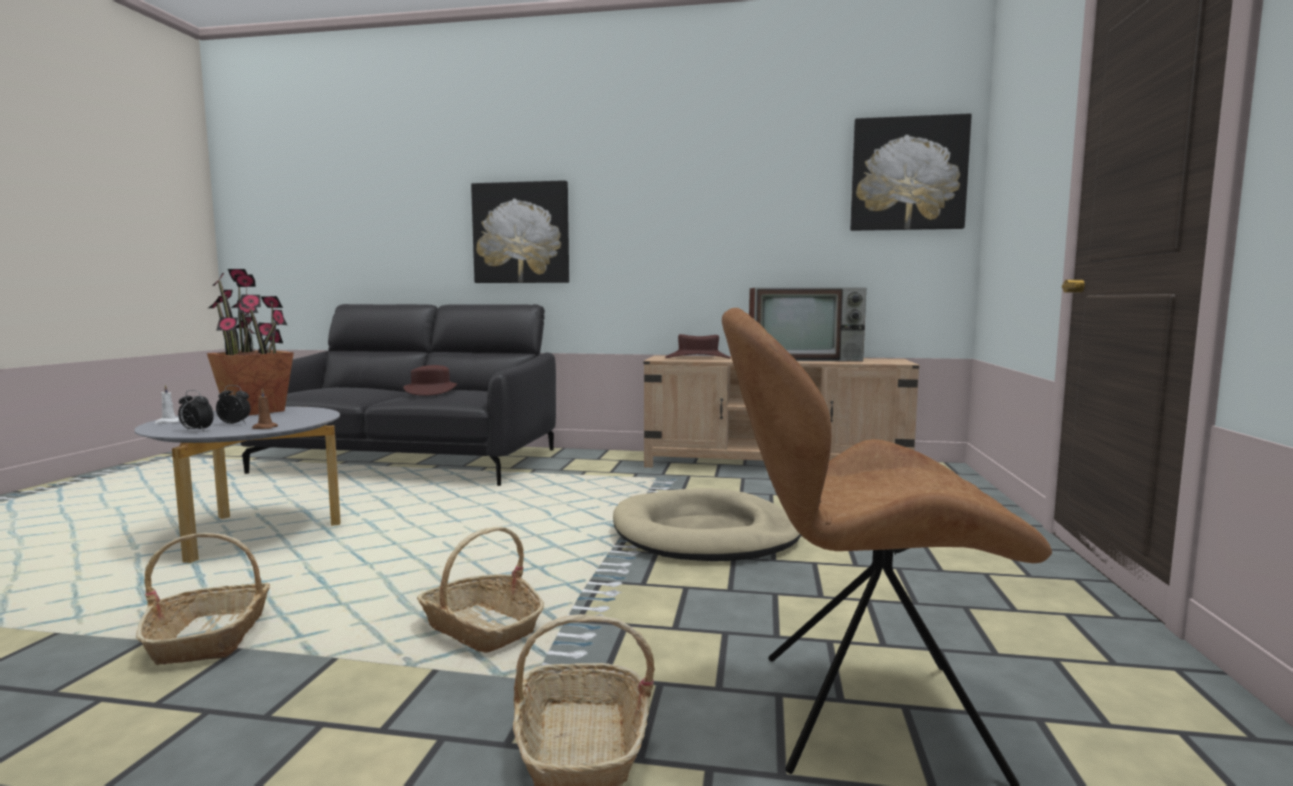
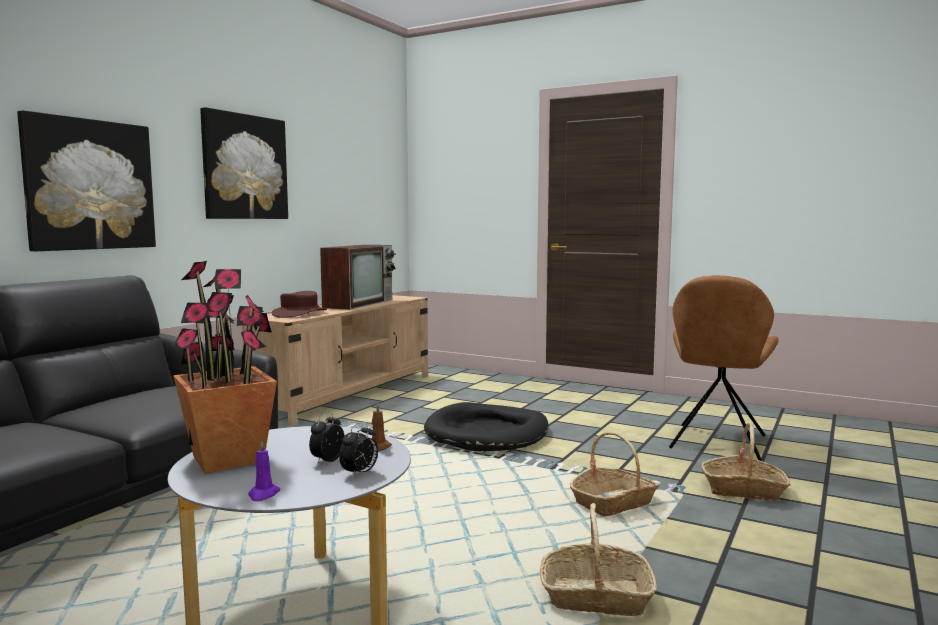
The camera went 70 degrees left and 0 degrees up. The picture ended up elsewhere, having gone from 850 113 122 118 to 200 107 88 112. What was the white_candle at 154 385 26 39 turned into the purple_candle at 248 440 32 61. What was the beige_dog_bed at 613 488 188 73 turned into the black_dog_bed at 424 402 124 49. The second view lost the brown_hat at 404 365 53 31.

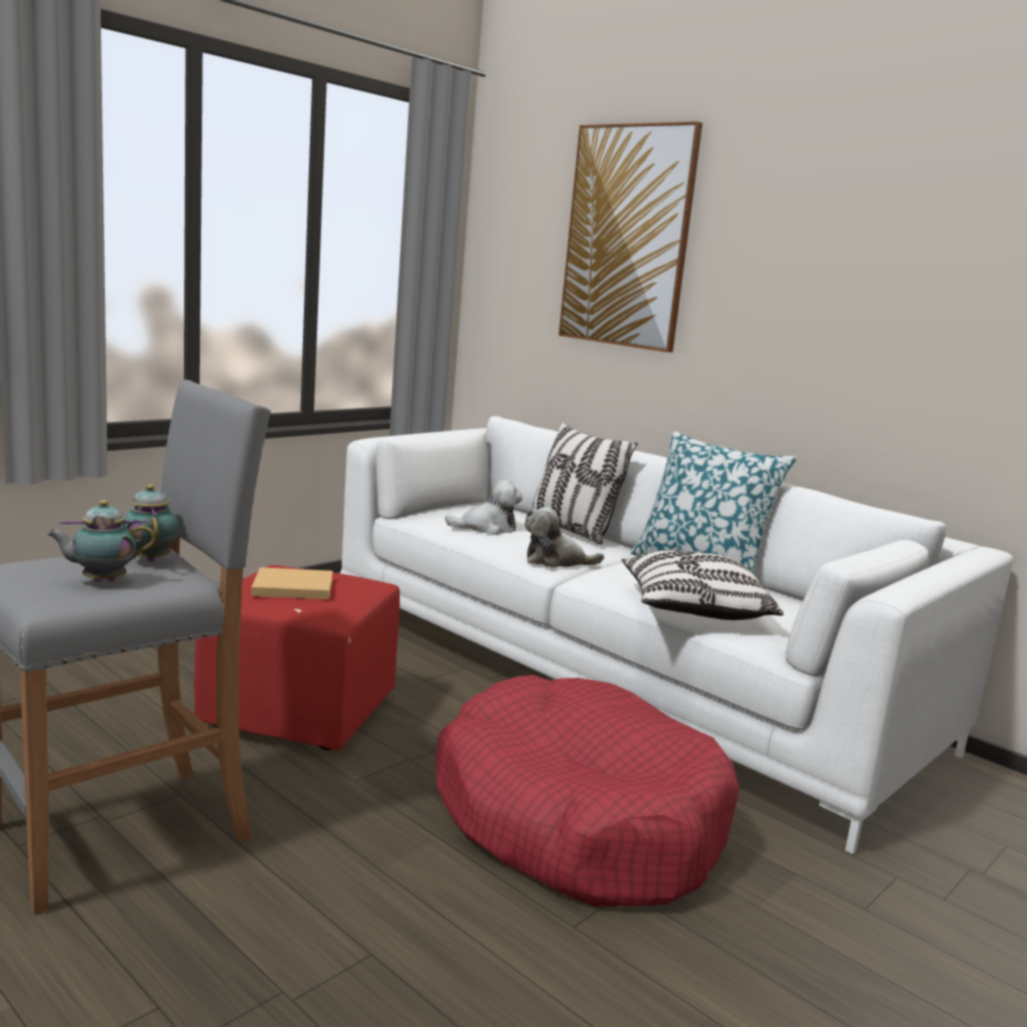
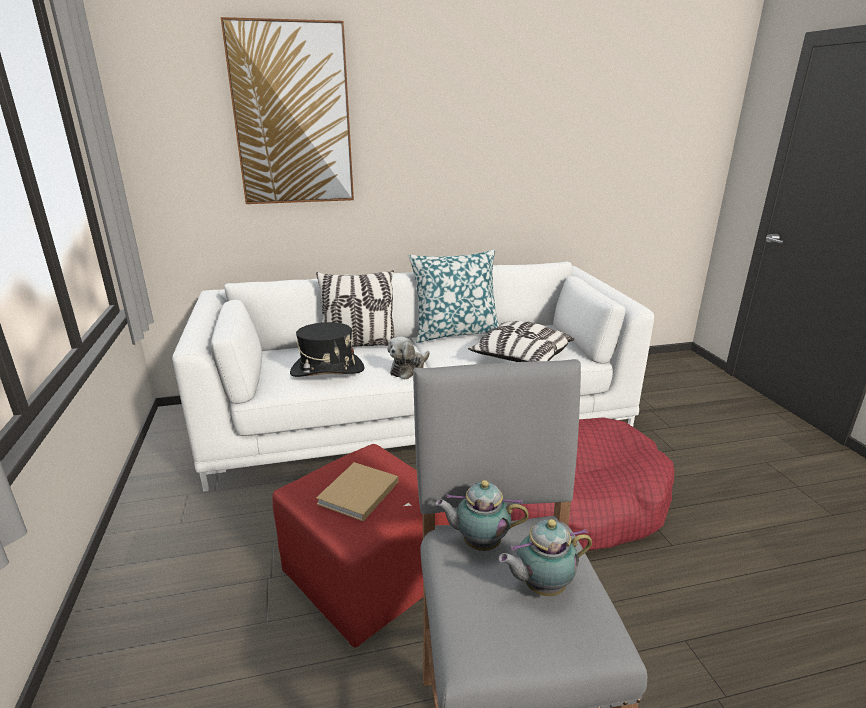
The camera went 55 degrees left and 10 degrees up. Where the plush_toy stood at 445 479 78 56, the black_hat came to stand at 290 322 75 55. The teapot at 46 500 109 82 ended up facing another way, 60 degrees clockwise from before.

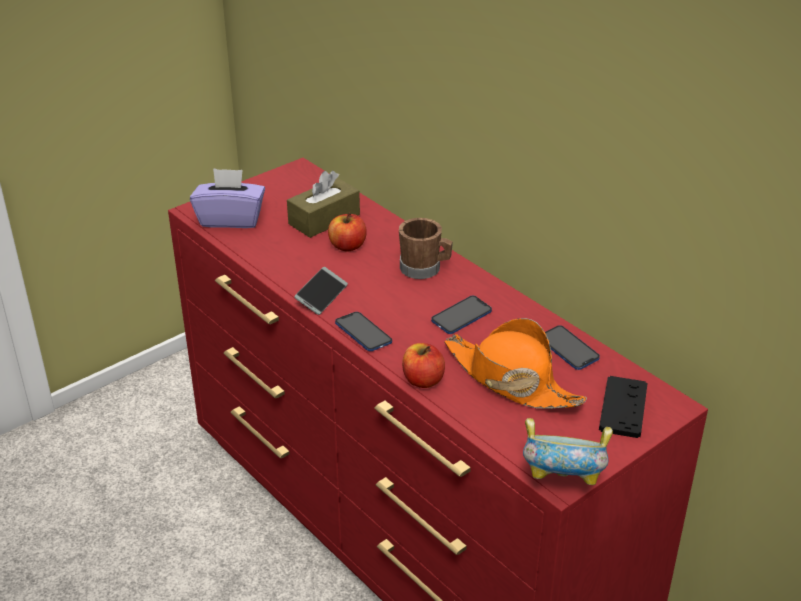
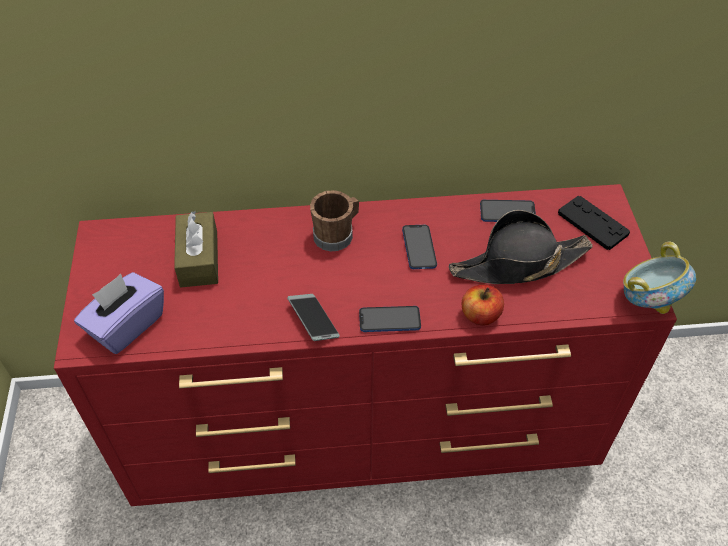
The camera went 55 degrees left and 15 degrees up. What was the orange_hat at 444 318 143 91 turned into the black_hat at 449 210 144 74. The second view lost the apple at 328 213 39 39.

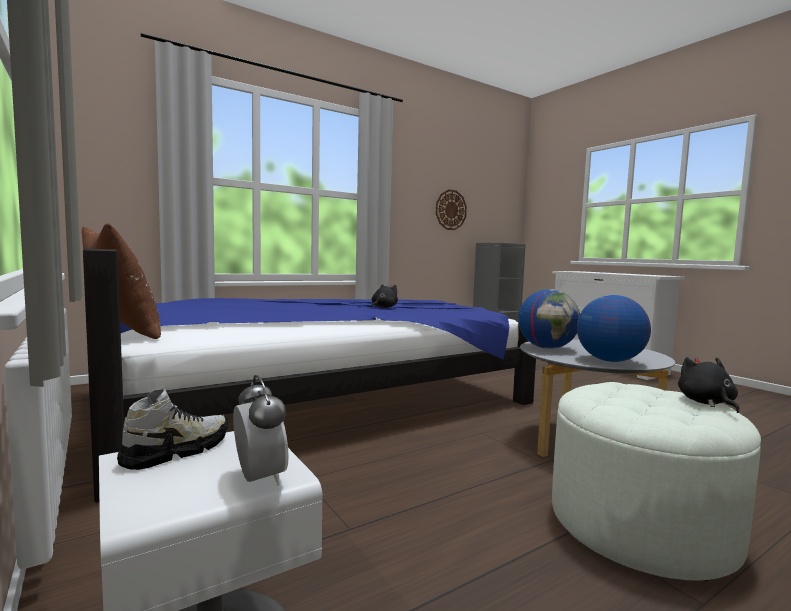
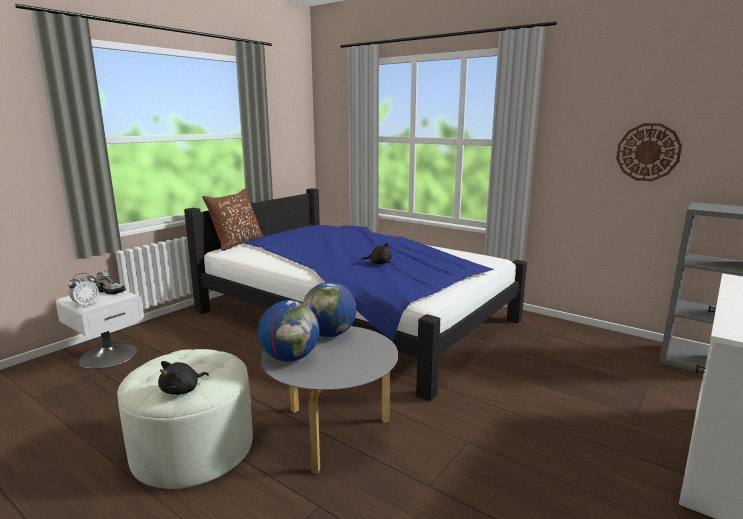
The camera went 70 degrees right and 10 degrees up. The black_plush_toy at 678 357 61 56 ended up facing another way, 150 degrees clockwise from before.

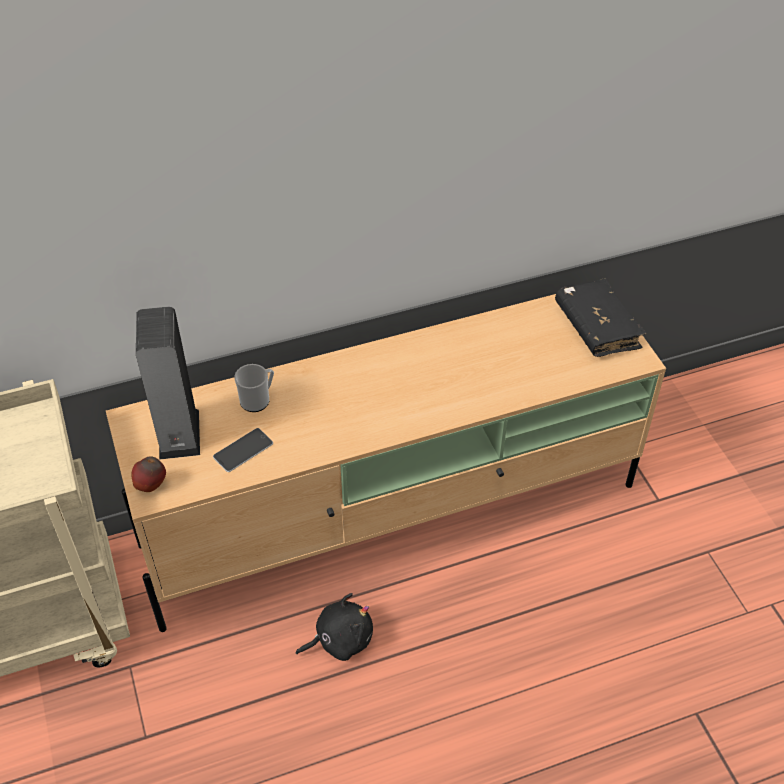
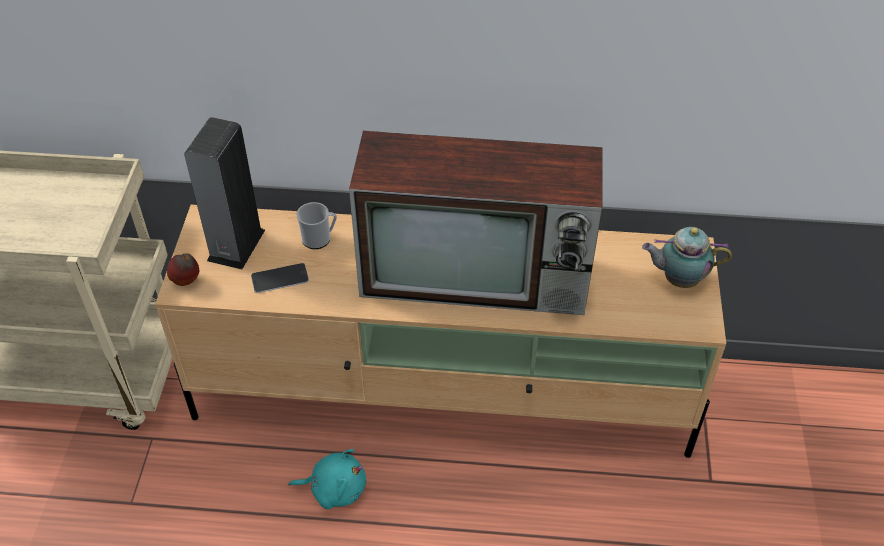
The camera went 25 degrees right and 0 degrees up. What was the black_plush_toy at 296 593 77 68 turned into the turquoise_plush_toy at 288 449 78 60. The second view gained the television at 349 131 254 184. Where the black_book stood at 555 279 91 78, the teapot came to stand at 642 227 90 61.

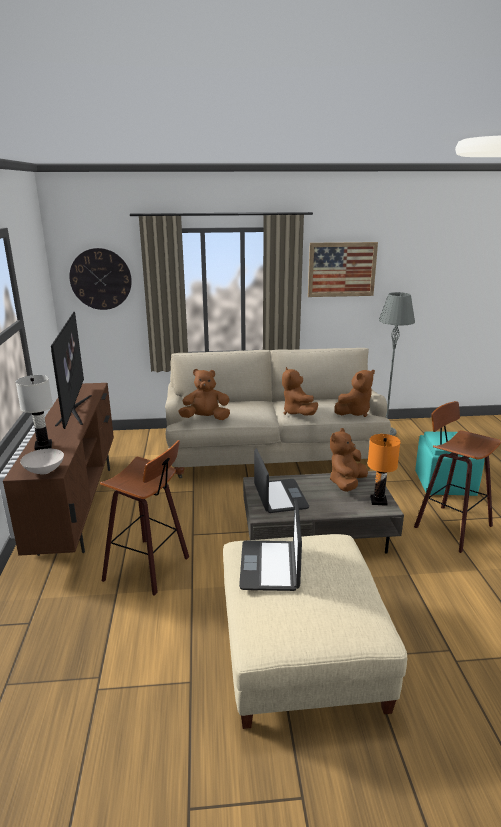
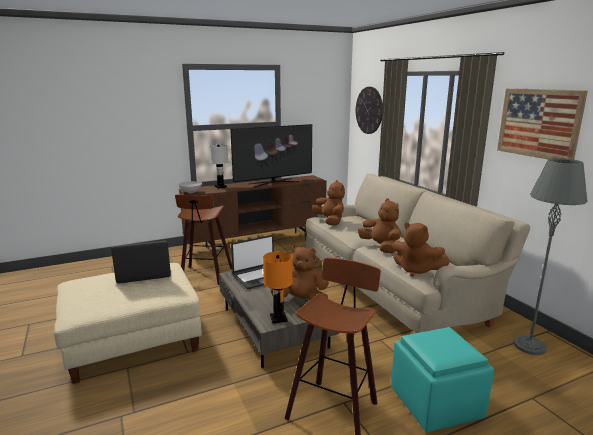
The camera went 70 degrees right and 5 degrees down. The brown_plush_toy at 282 367 36 49 ended up facing another way, 90 degrees clockwise from before.

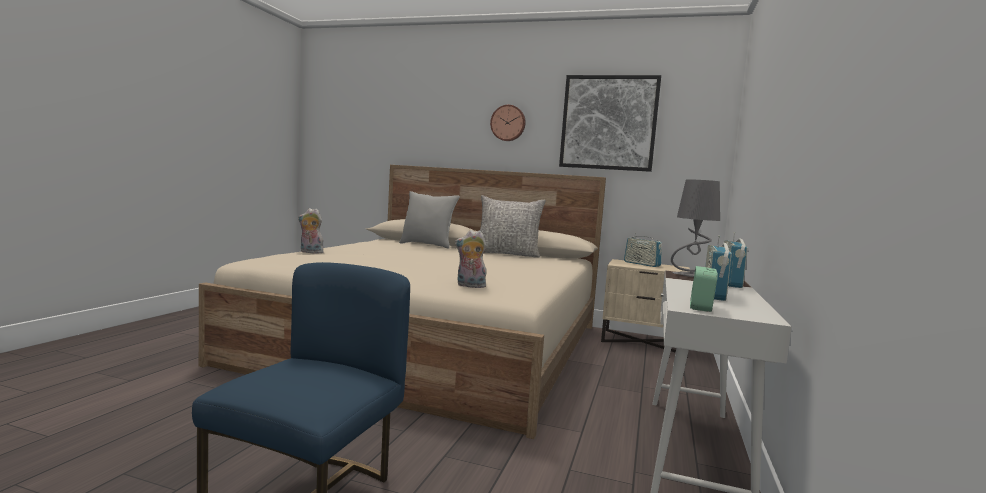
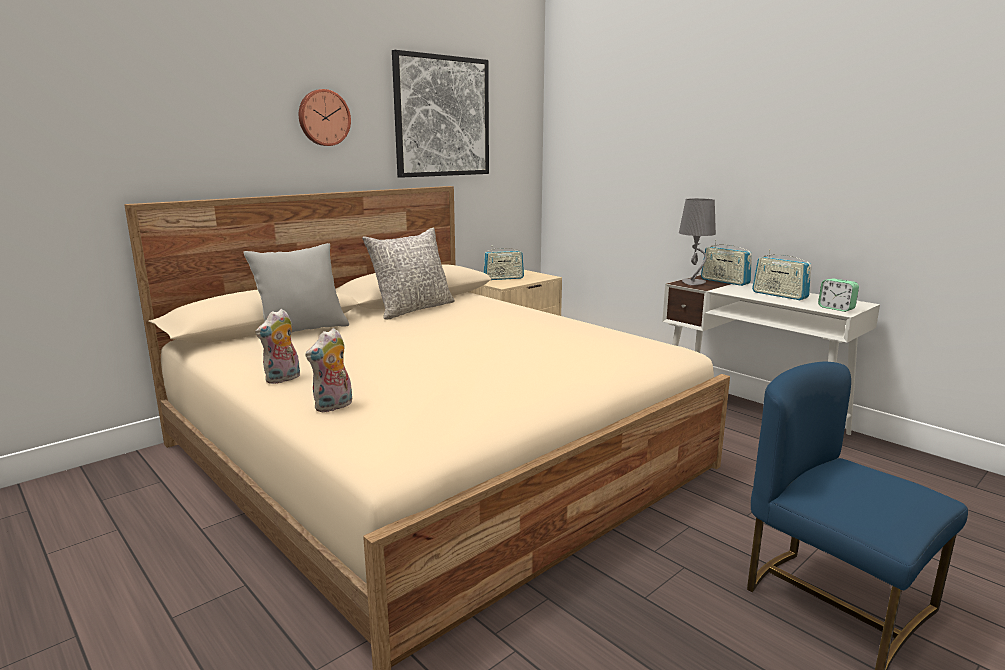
The camera went 60 degrees left and 10 degrees up. The plush_toy ended up elsewhere, having gone from 455 230 33 58 to 255 309 45 75.

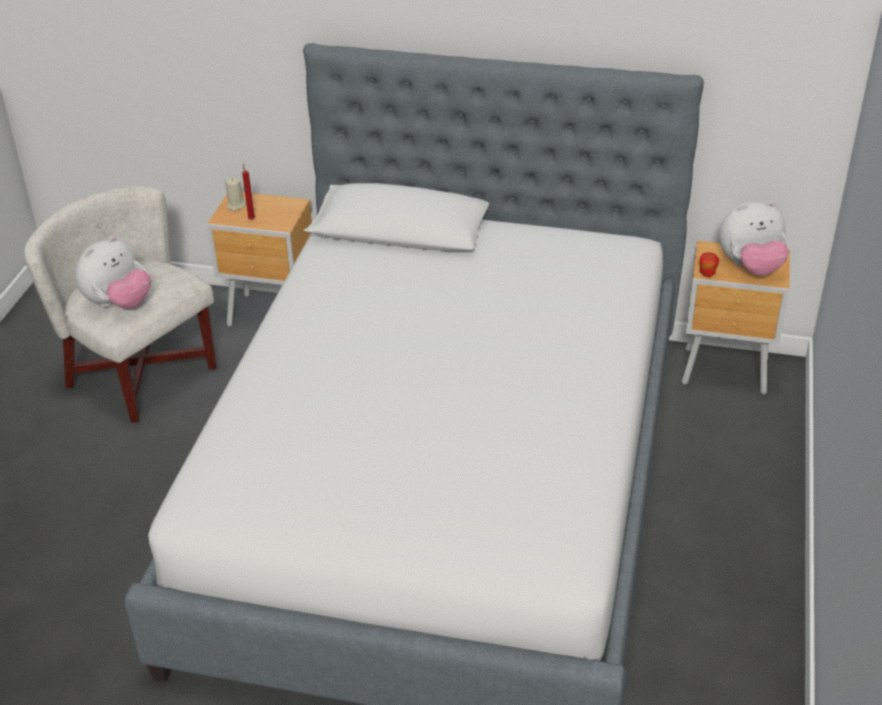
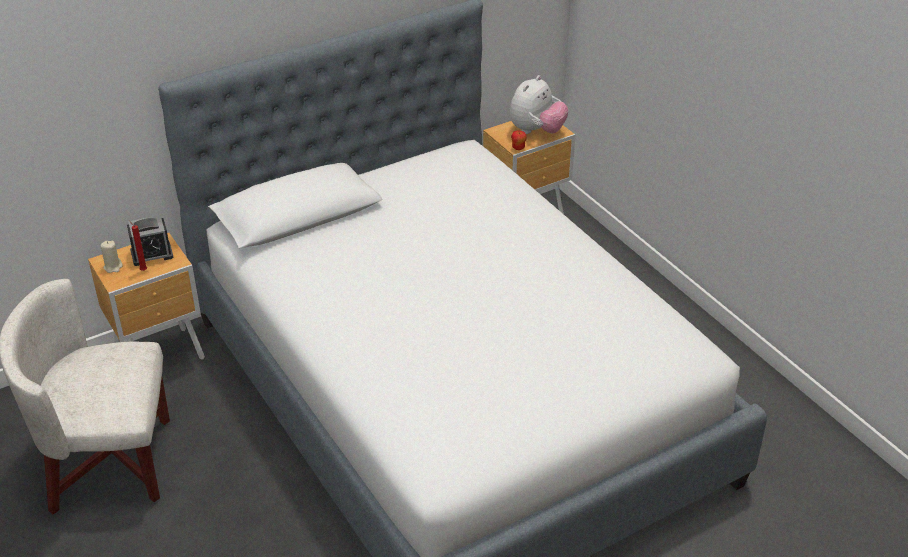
The camera went 45 degrees left and 0 degrees up. The second view gained the alarm_clock at 127 215 46 51. The second view lost the plush_toy at 75 236 76 73.

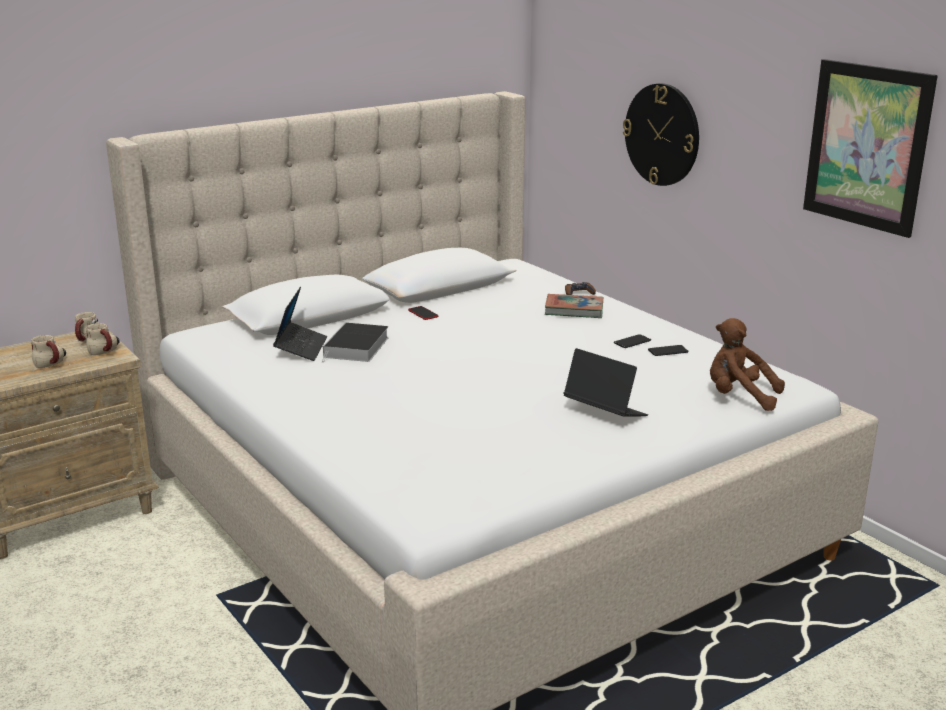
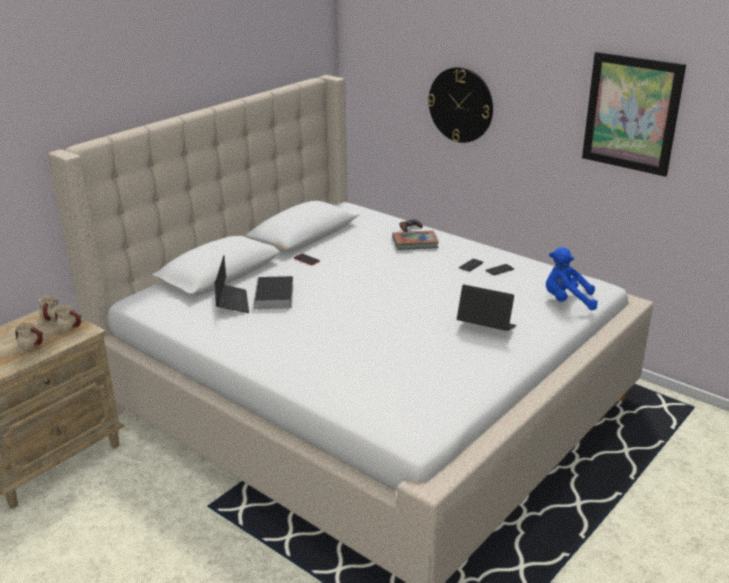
The camera went 15 degrees left and 5 degrees up. What was the brown_plush_toy at 710 318 75 93 turned into the blue_plush_toy at 546 247 52 63.

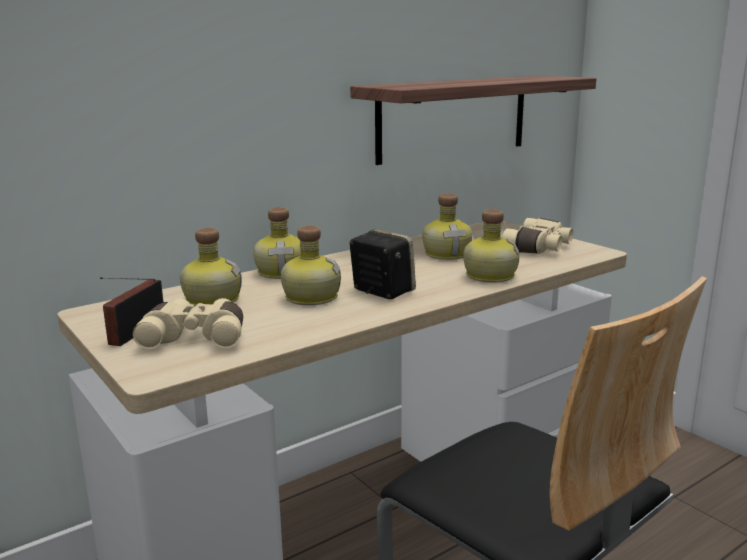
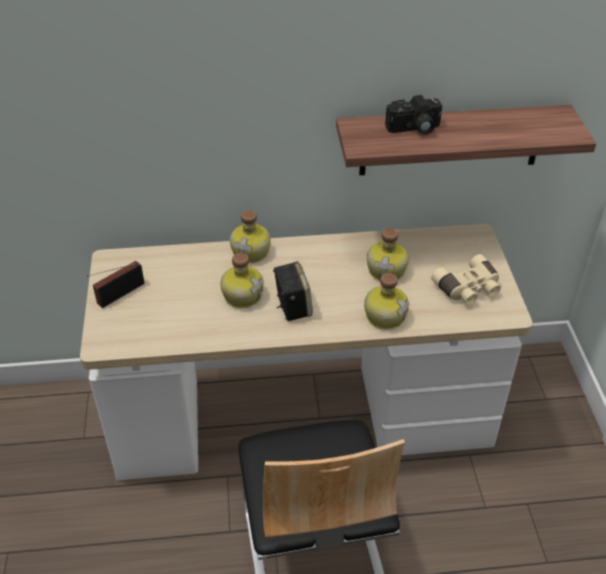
The camera went 30 degrees right and 25 degrees up. The second view gained the photo_camera at 385 95 57 40. The second view lost the beige_binoculars at 133 298 110 51. The second view lost the bottle at 180 228 62 79.

